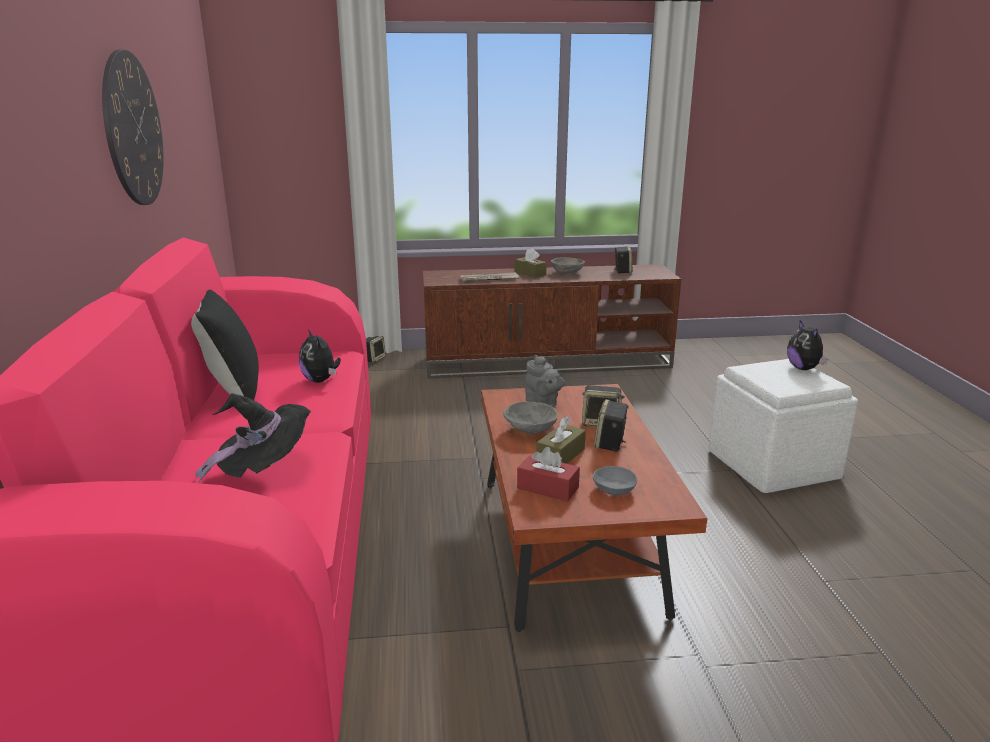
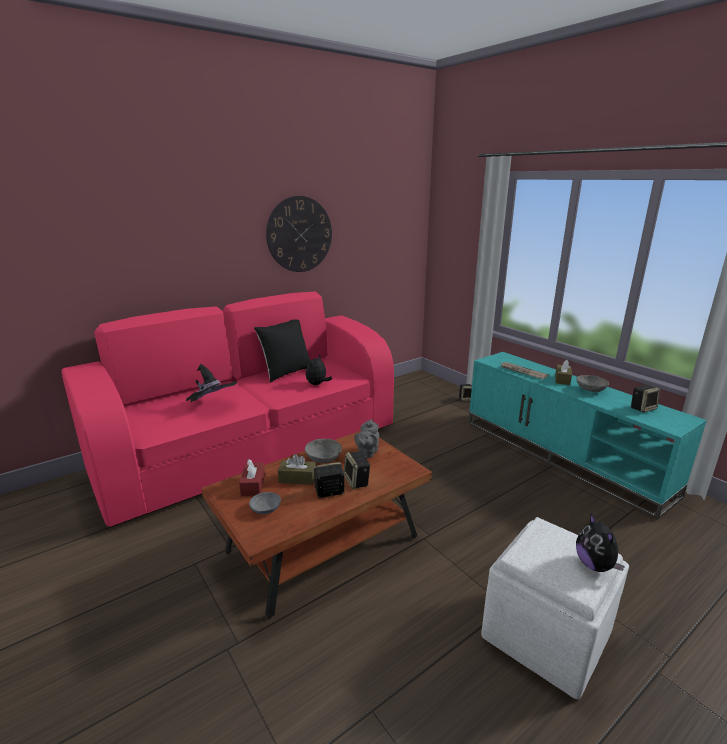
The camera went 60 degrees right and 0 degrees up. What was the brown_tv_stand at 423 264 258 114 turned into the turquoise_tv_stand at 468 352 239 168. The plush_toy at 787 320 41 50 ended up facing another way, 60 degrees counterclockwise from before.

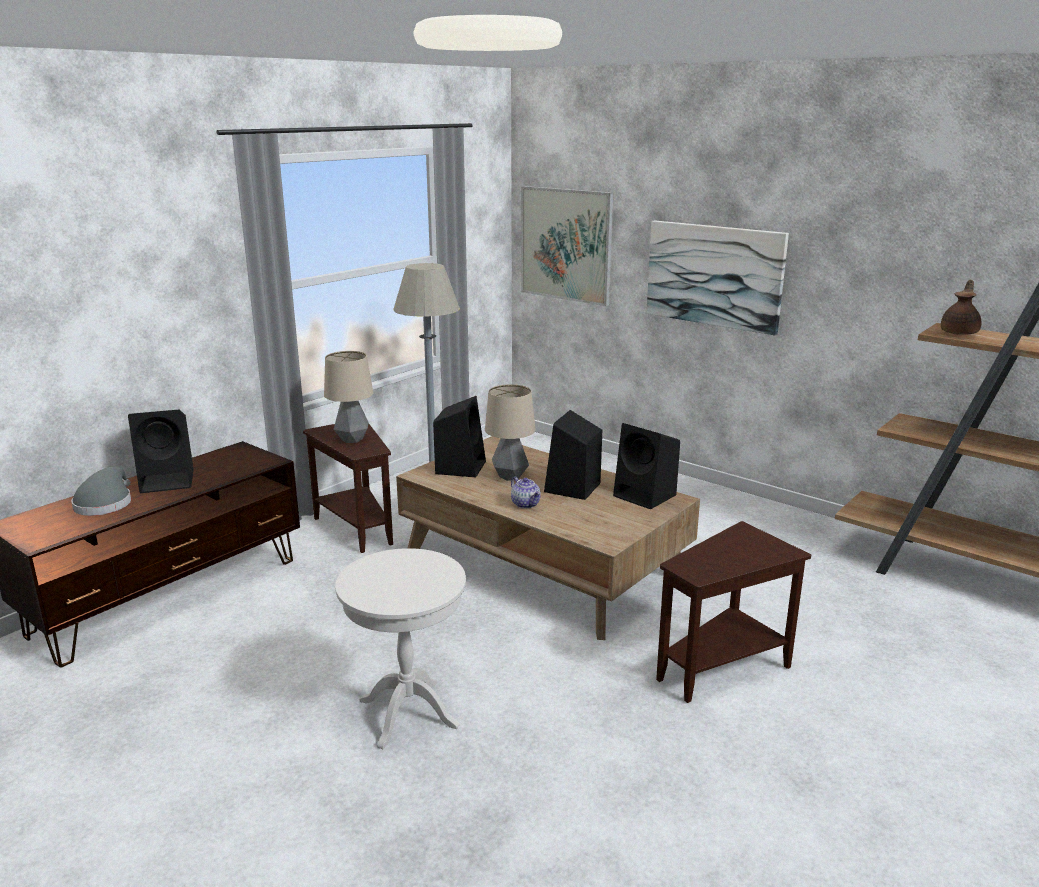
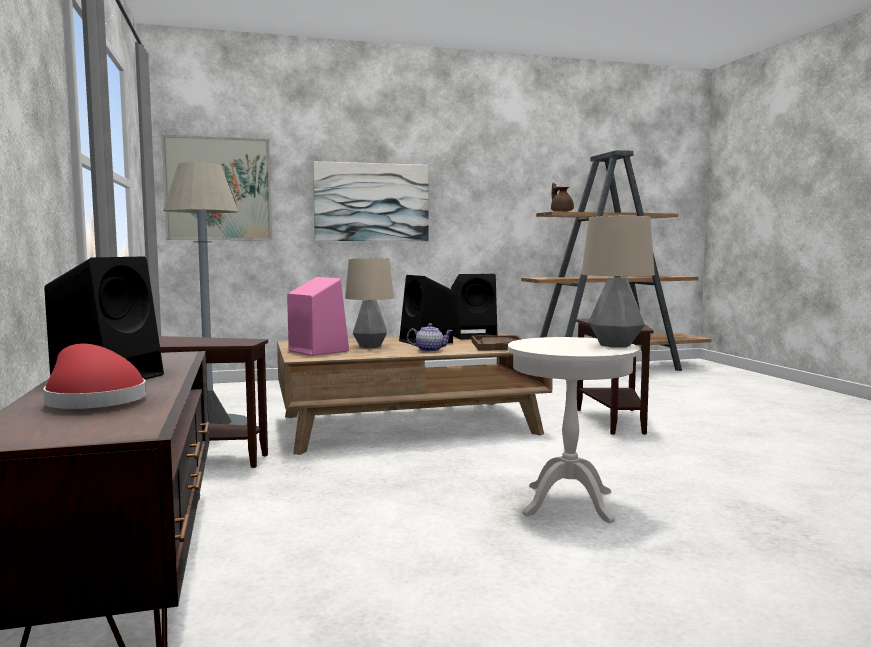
The camera went 55 degrees left and 15 degrees down. What was the grey_hat at 71 467 60 49 turned into the red_hat at 43 344 103 65. What was the black_speaker at 433 396 53 81 turned into the pink_speaker at 287 277 62 79. The second view gained the brown_tray at 471 335 51 15. The table_lamp ended up elsewhere, having gone from 324 351 49 92 to 581 216 74 131.

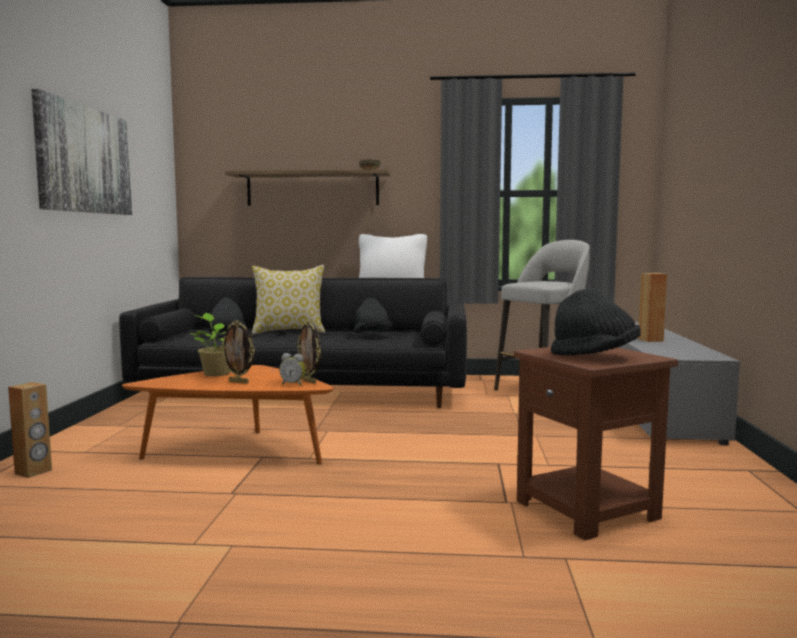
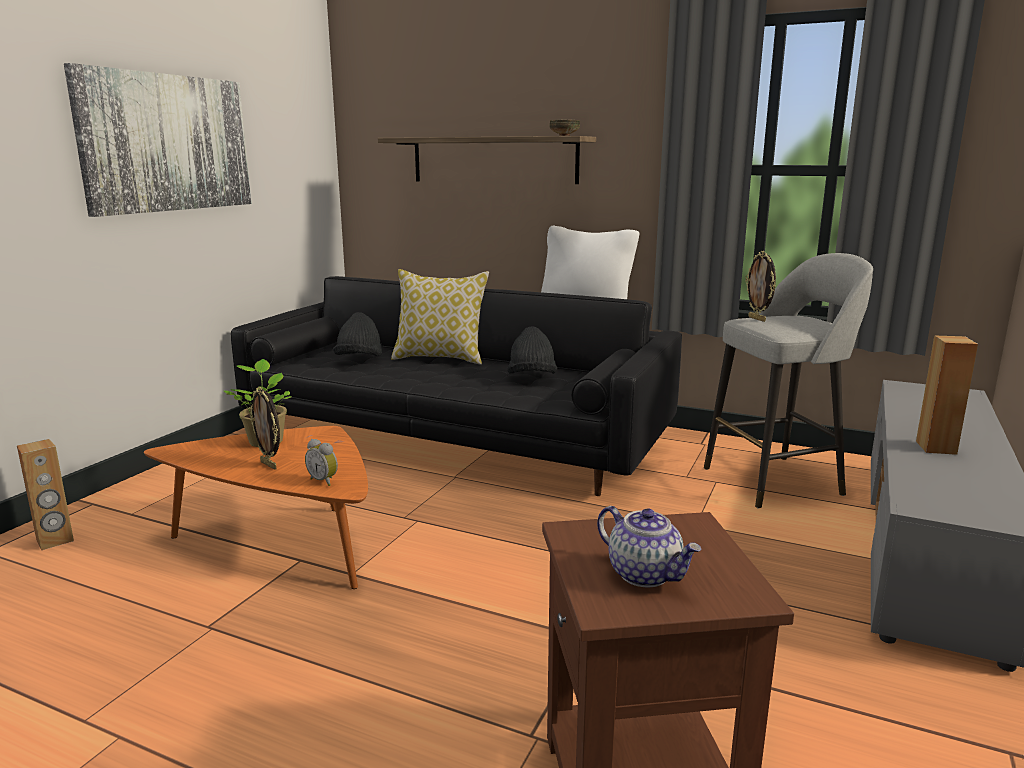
The camera went 20 degrees right and 10 degrees up. Where the black_hat stood at 551 289 90 67, the teapot came to stand at 597 506 104 81. The picture_frame ended up elsewhere, having gone from 297 320 24 64 to 745 251 31 71.

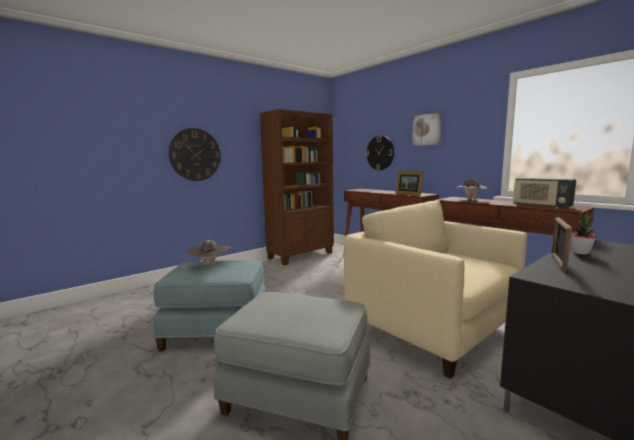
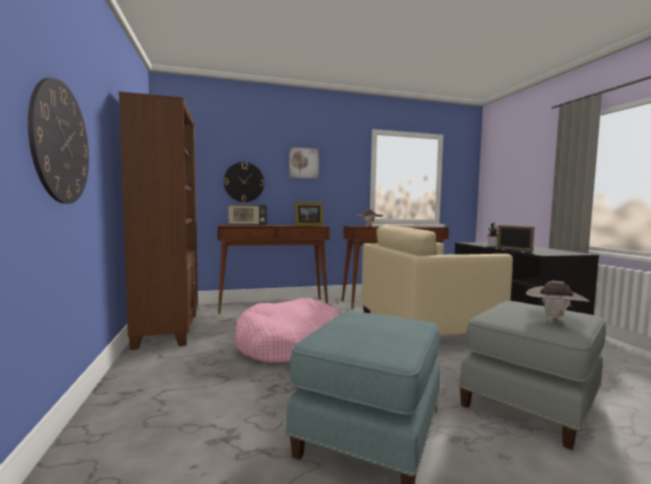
The camera went 65 degrees left and 5 degrees down. The radio ended up elsewhere, having gone from 513 178 63 31 to 228 204 39 22. The second view gained the pink_dog_bed at 235 298 105 65. The brown_hat ended up elsewhere, having gone from 187 240 44 25 to 526 281 63 37.

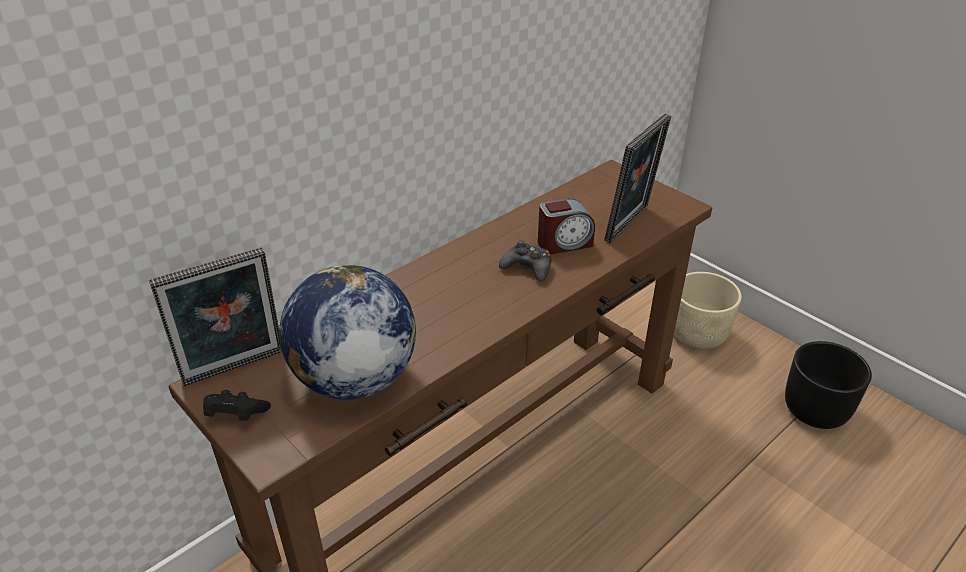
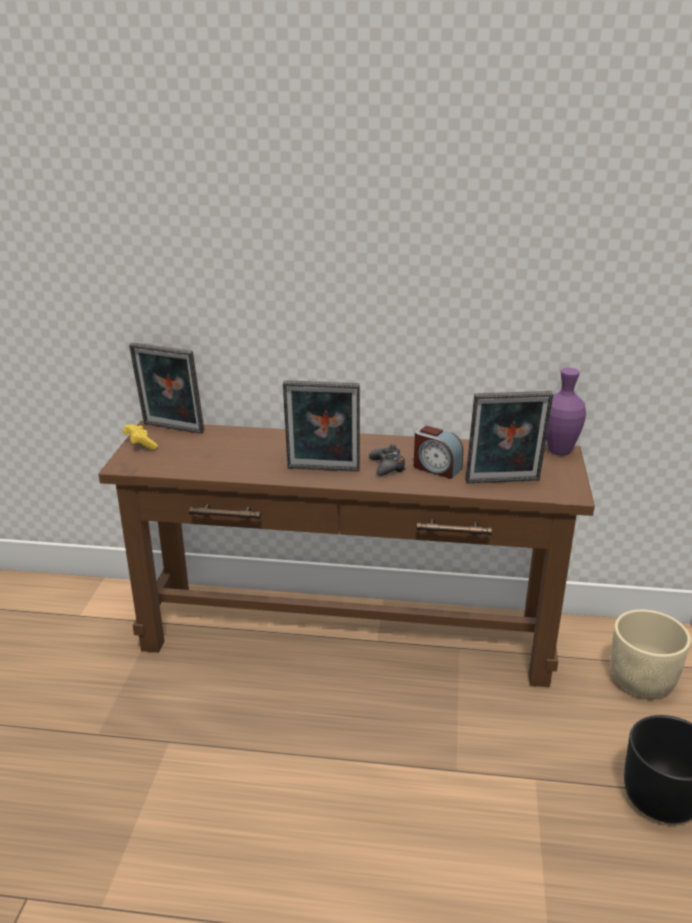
The camera went 50 degrees right and 10 degrees down. What was the black_game_controller at 203 390 68 31 turned into the yellow_game_controller at 123 424 35 26. The second view gained the picture_frame at 283 380 77 91. The second view gained the purple_vase at 546 368 40 88. The second view lost the globe at 279 265 137 135.

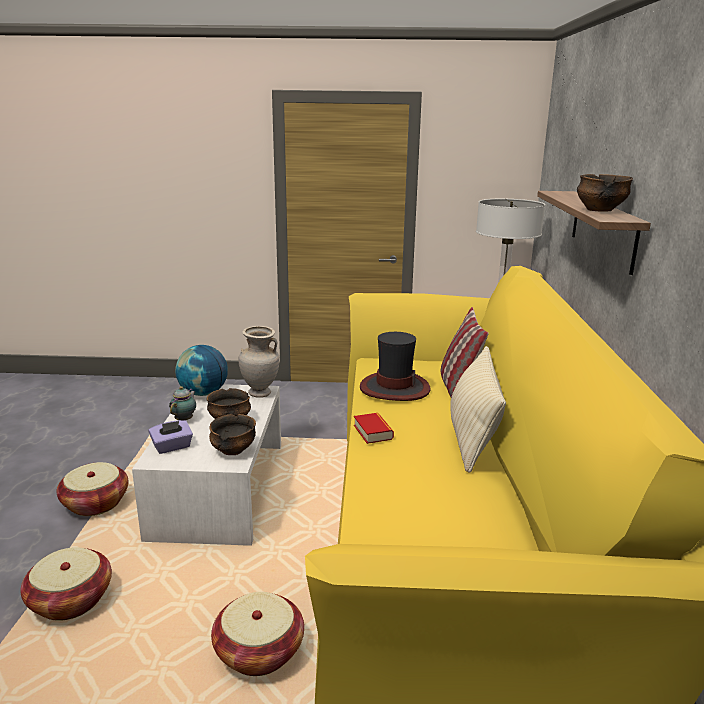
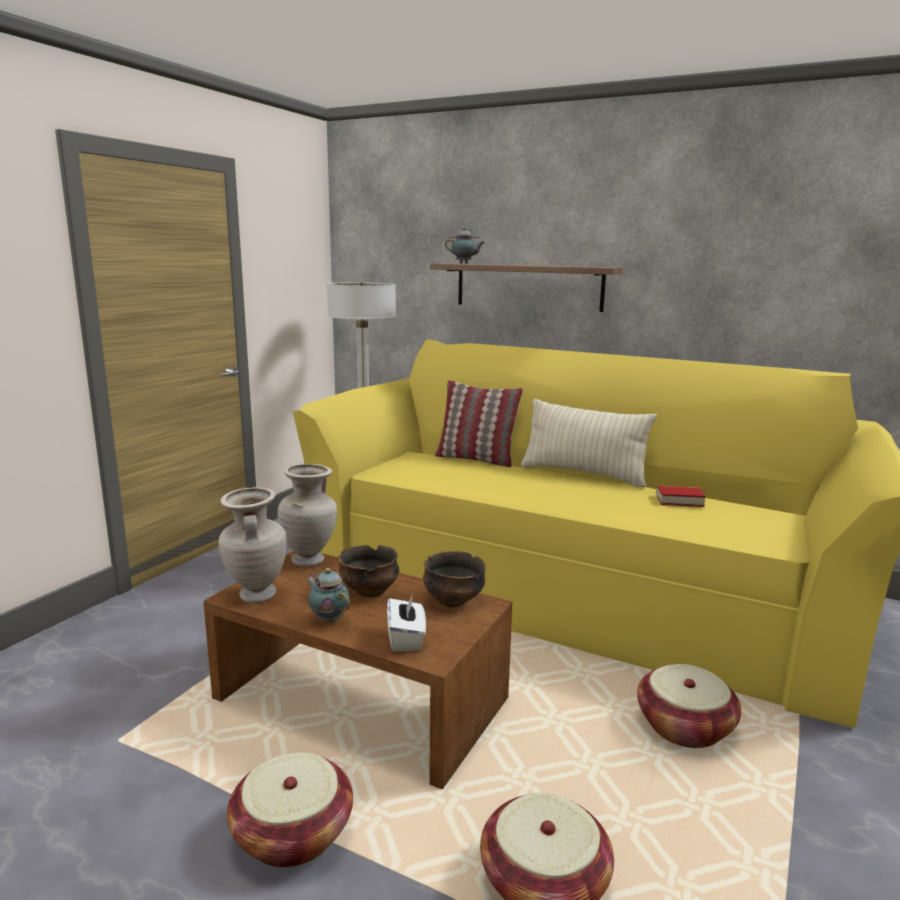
The camera went 65 degrees left and 5 degrees down. What was the white_coffee_table at 132 384 149 162 turned into the brown_coffee_table at 203 551 310 238. Where the globe stood at 175 345 53 51, the beige_vase came to stand at 218 487 69 116. What was the purple_tissue_box at 148 420 45 34 turned into the white_tissue_box at 387 593 39 58. The second view gained the teapot at 445 228 40 36. The book ended up elsewhere, having gone from 354 413 40 31 to 657 485 49 22. The second view lost the hat at 360 332 70 69. The second view lost the bowl at 577 174 56 38.

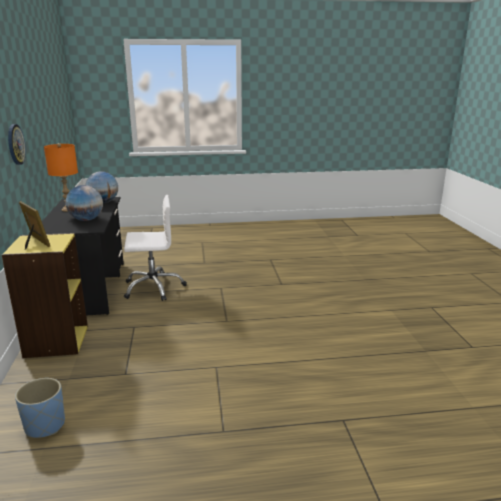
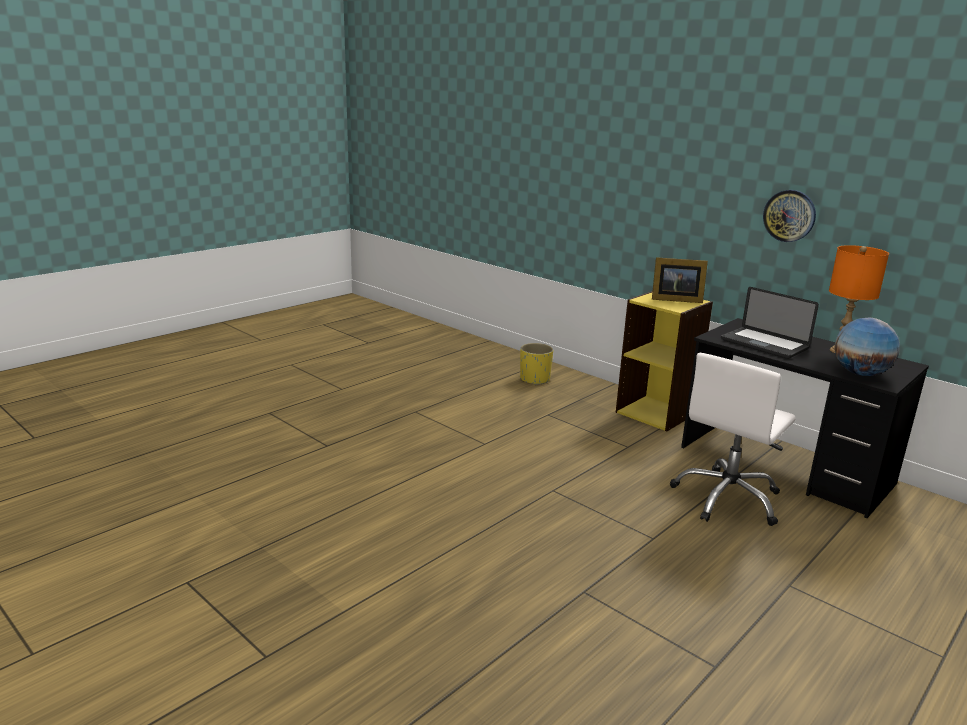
The camera went 140 degrees right and 0 degrees up. What was the blue_planter at 15 378 50 60 turned into the yellow_planter at 520 343 33 42. Where the globe stood at 65 185 38 36, the laptop came to stand at 721 287 98 72.

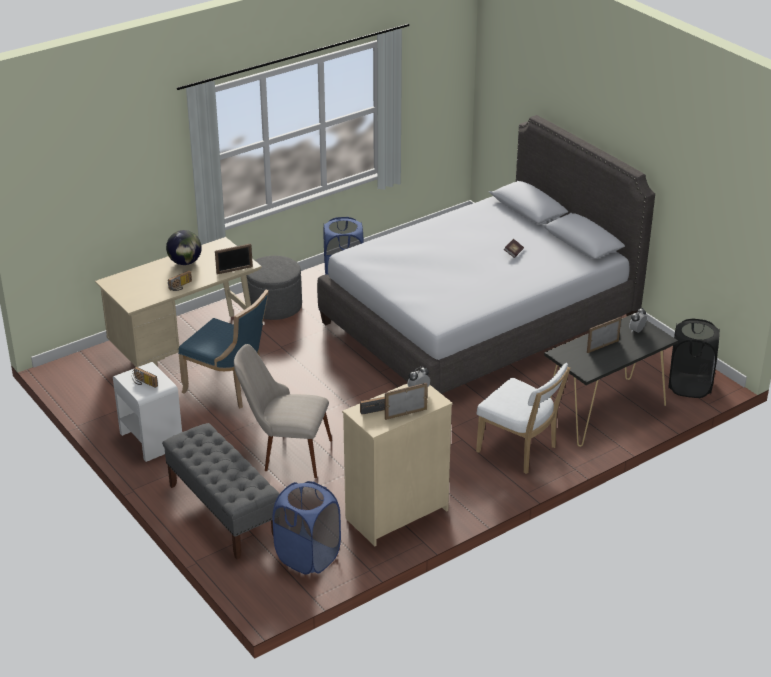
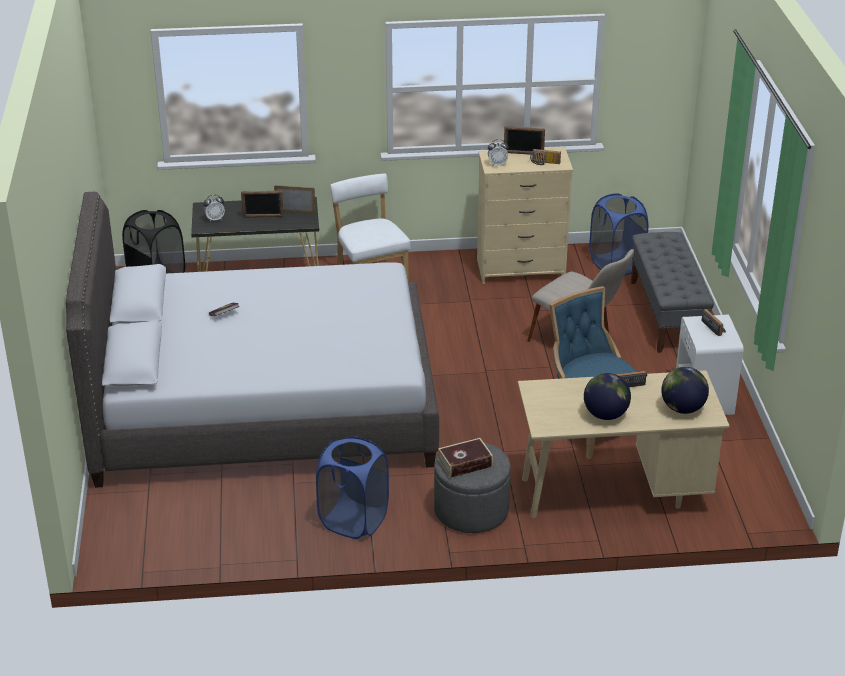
The camera went 150 degrees left and 0 degrees up. The picture_frame ended up elsewhere, having gone from 215 243 38 31 to 274 185 42 29. The second view gained the book at 438 438 55 40. The second view gained the globe at 661 367 48 47.

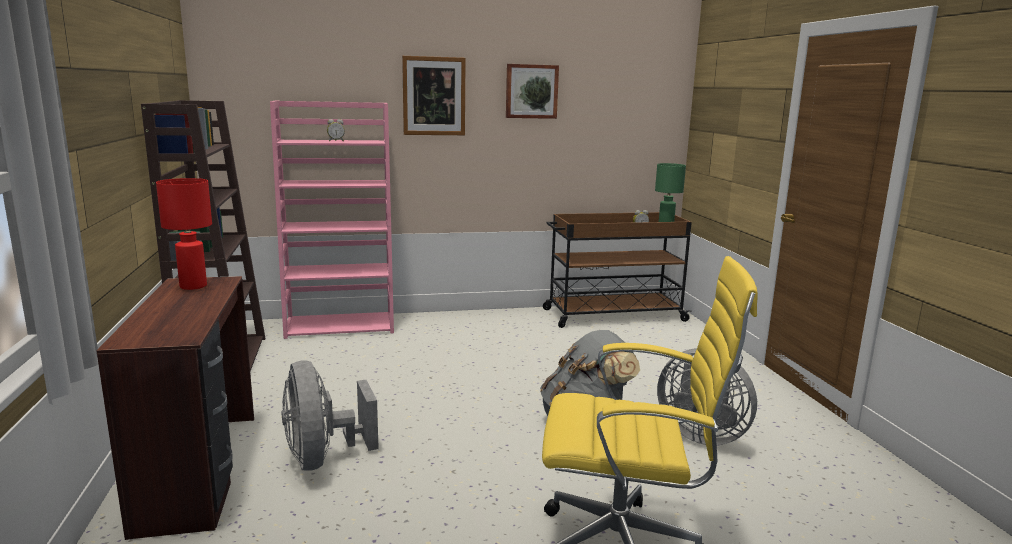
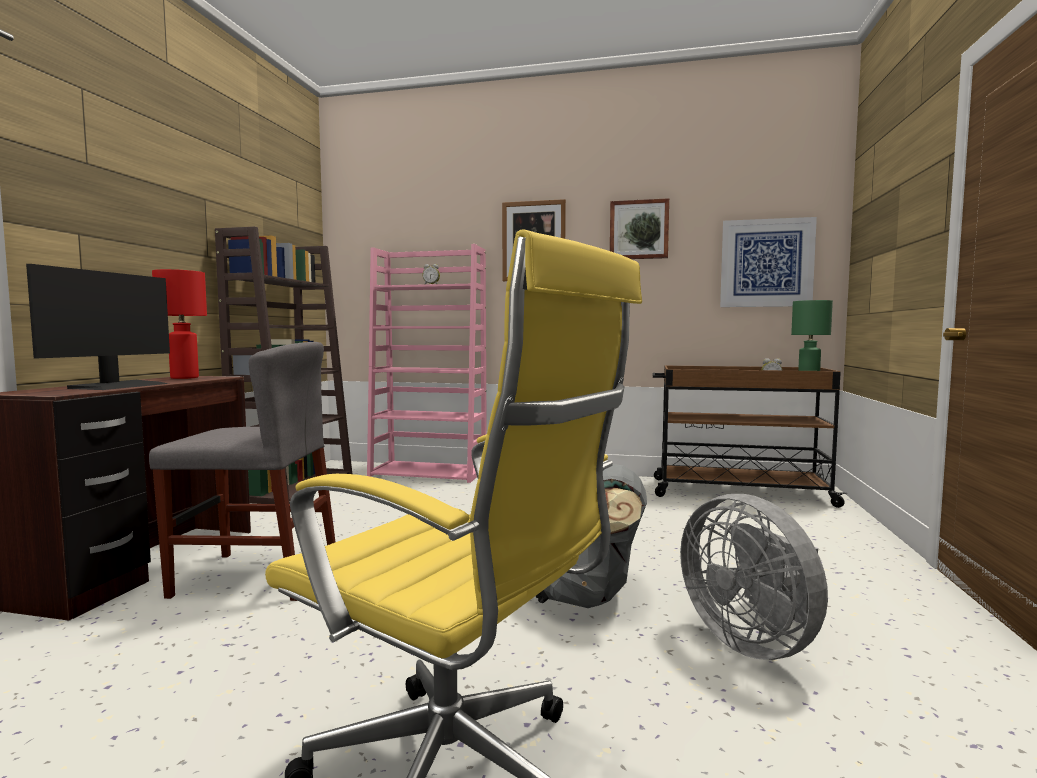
The camera went 25 degrees right and 10 degrees down. The second view gained the monitor at 26 264 144 126. Where the grey_fan stood at 281 361 98 110, the grey_chair came to stand at 149 342 186 259. The second view gained the picture at 720 217 97 90.

